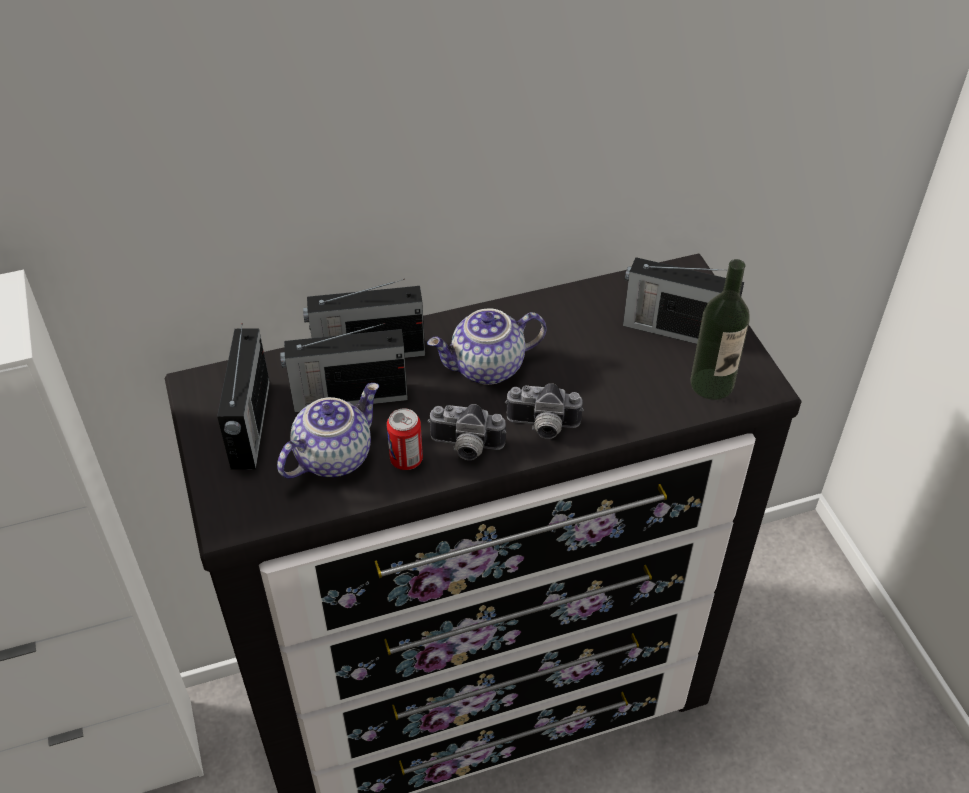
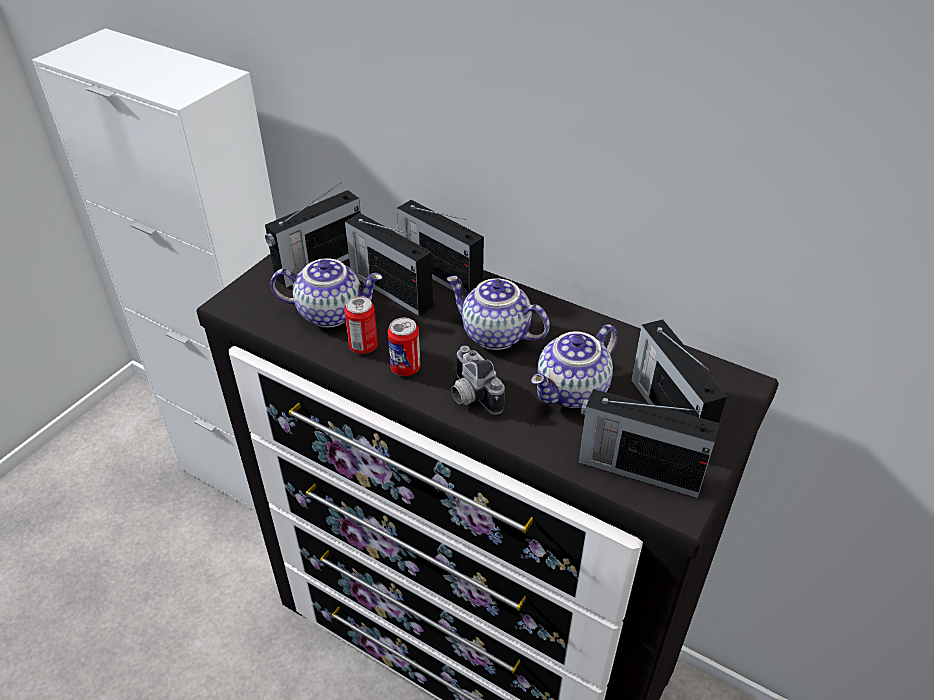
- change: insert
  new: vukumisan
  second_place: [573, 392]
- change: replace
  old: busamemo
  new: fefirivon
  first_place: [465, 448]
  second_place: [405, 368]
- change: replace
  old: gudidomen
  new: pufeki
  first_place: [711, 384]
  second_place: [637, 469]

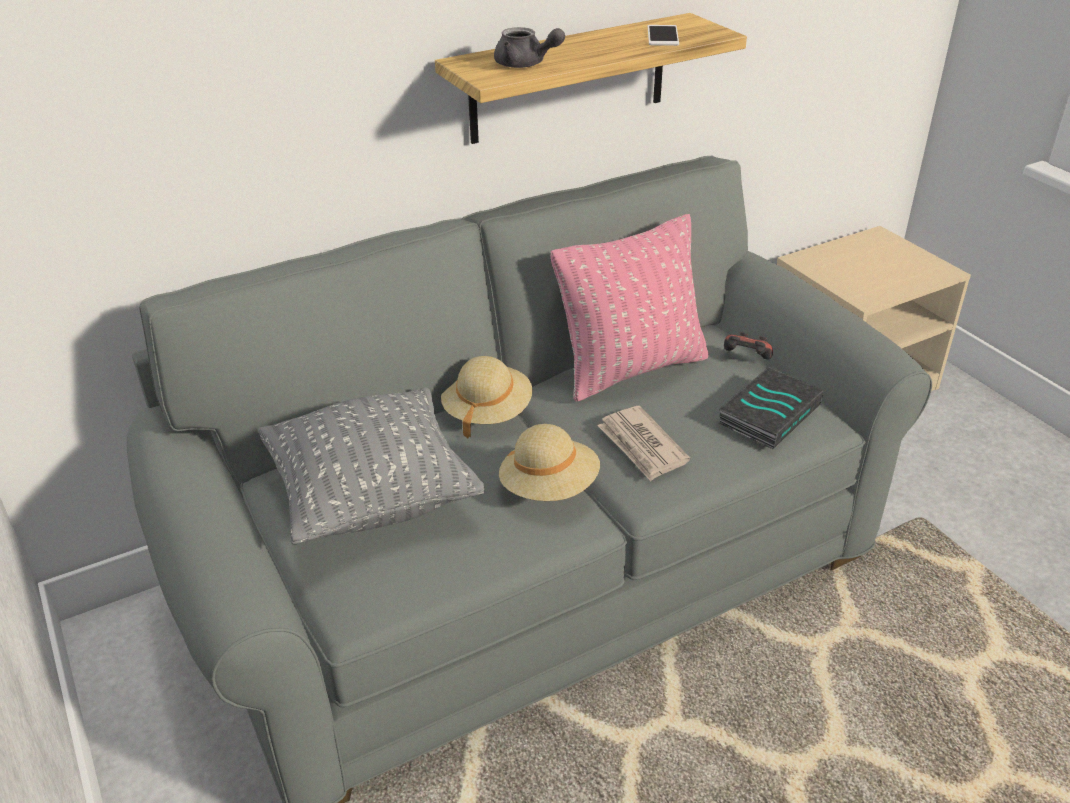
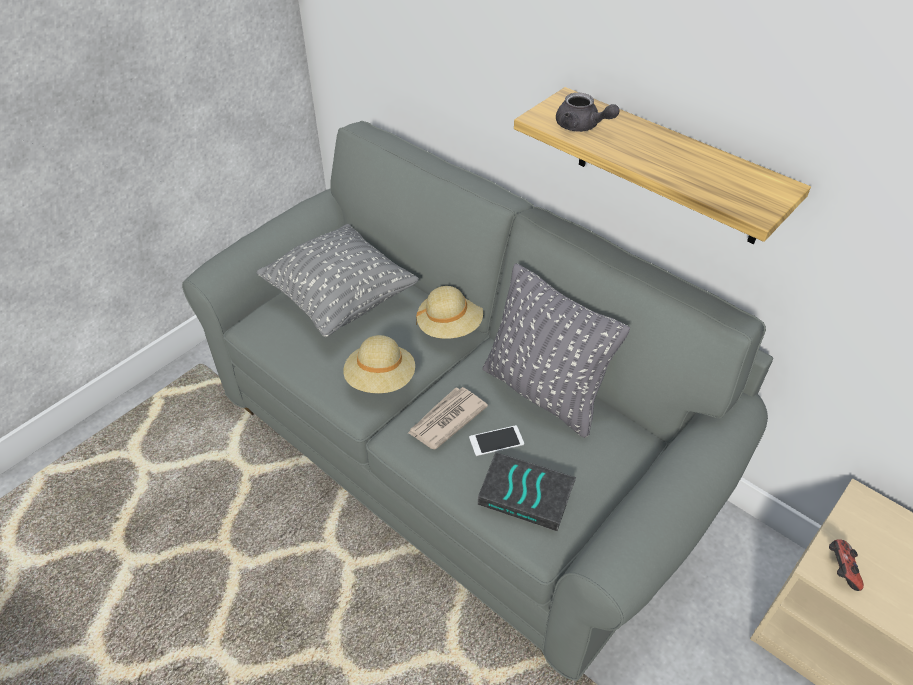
- change: move
  old: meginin
  first_place: [662, 36]
  second_place: [496, 441]
- change: move
  old: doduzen
  first_place: [745, 359]
  second_place: [840, 570]
- change: recolor
  old: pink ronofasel
  new: grey ronofasel
  first_place: [631, 369]
  second_place: [544, 392]
- change: rotate
  old: grey vukumisan
  first_place: [525, 65]
  second_place: [581, 126]
  degrees: -60

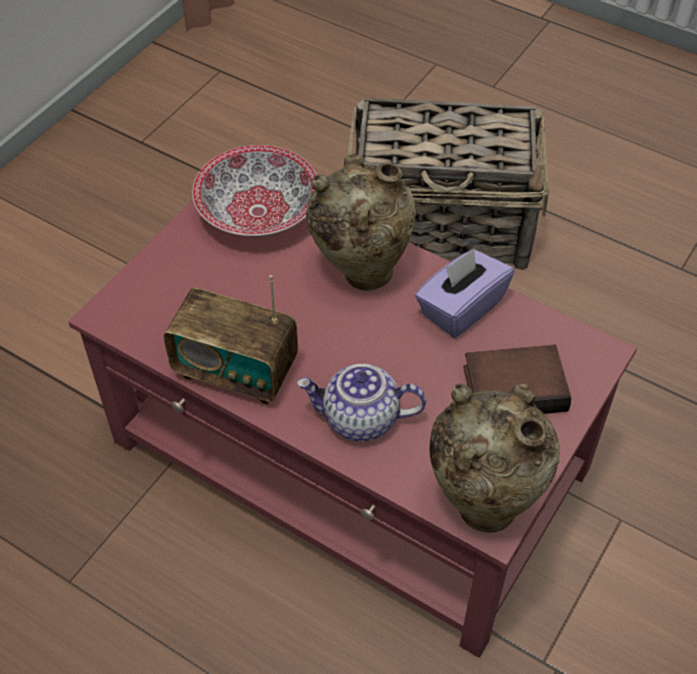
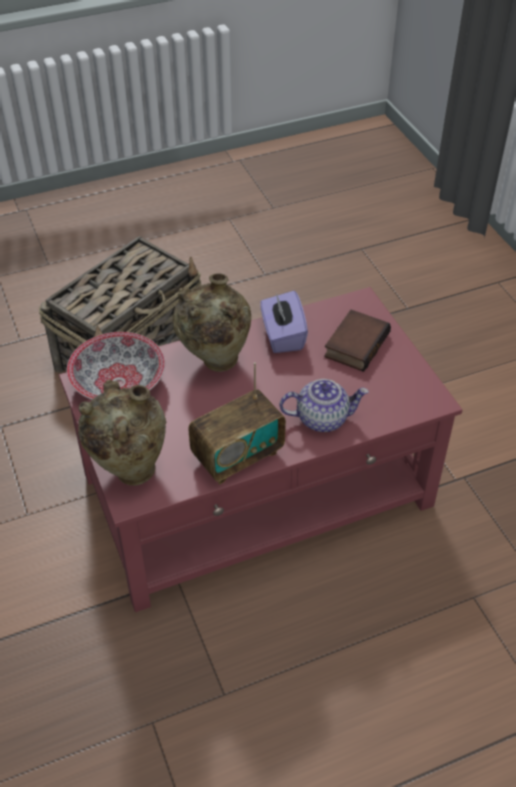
- change: move
  old: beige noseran
  first_place: [483, 501]
  second_place: [129, 469]
- change: rotate
  old: vukumisan
  first_place: [360, 419]
  second_place: [322, 418]
  degrees: -135

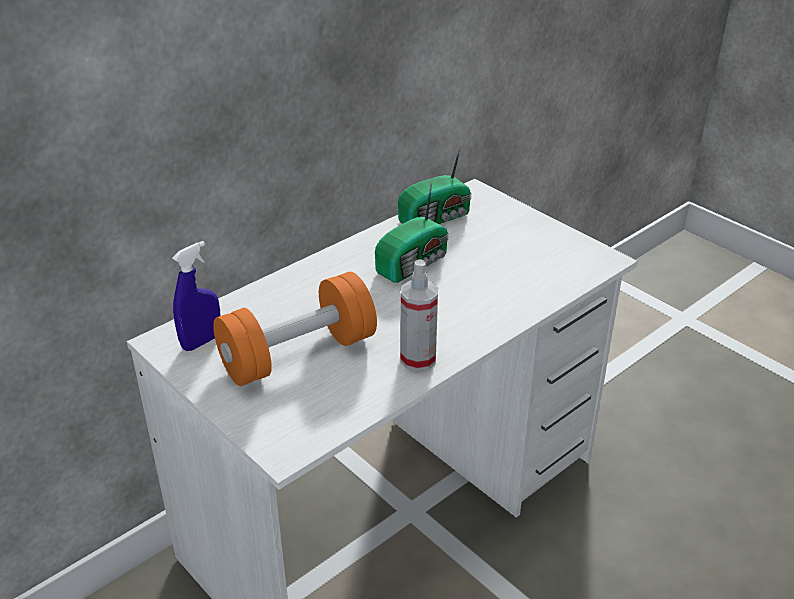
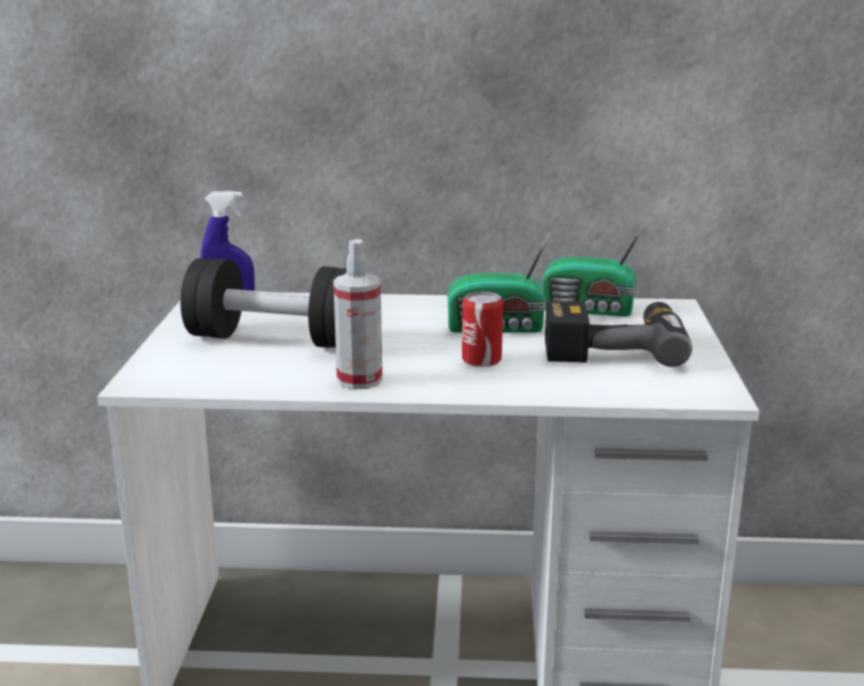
- change: insert
  new: fefirivon
  second_place: [481, 360]
- change: insert
  new: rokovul
  second_place: [612, 347]
- change: recolor
  old: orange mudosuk
  new: black mudosuk
  first_place: [298, 354]
  second_place: [276, 340]

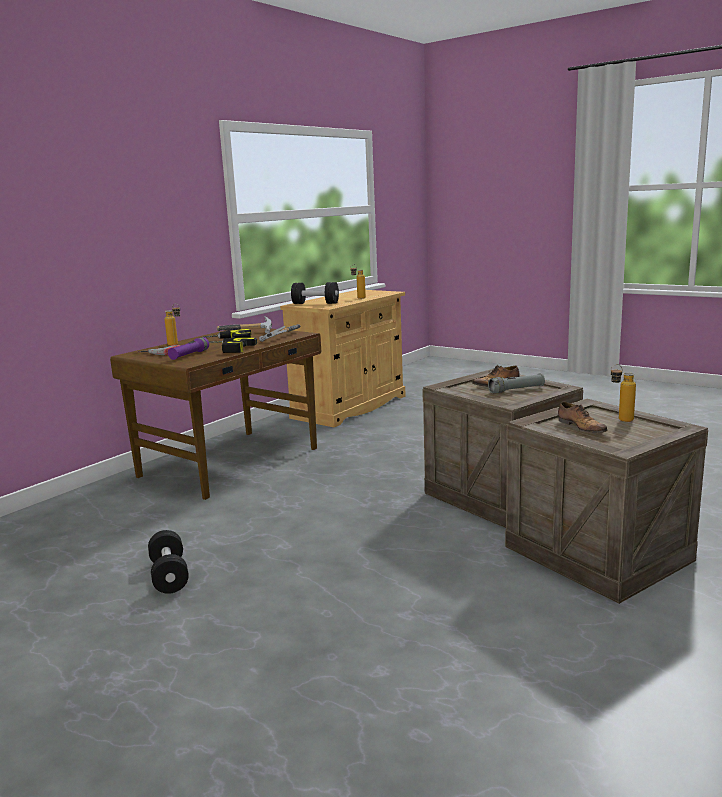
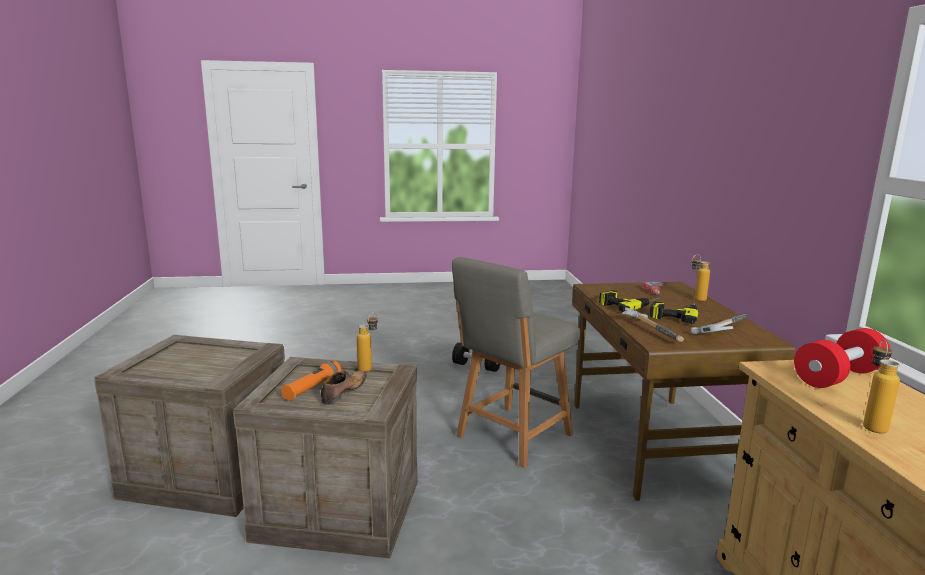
- change: delete
  old: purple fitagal
  first_place: [189, 355]
- change: delete
  old: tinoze
  first_place: [581, 428]
- change: insert
  new: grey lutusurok
  second_place: [512, 437]
- change: move
  old: gudidomen
  first_place: [620, 420]
  second_place: [369, 367]
- change: recolor
  old: black mudosuk
  new: red mudosuk
  first_place: [315, 303]
  second_place: [838, 377]
- change: recolor
  old: grey fitagal
  new: orange fitagal
  first_place: [516, 390]
  second_place: [312, 388]

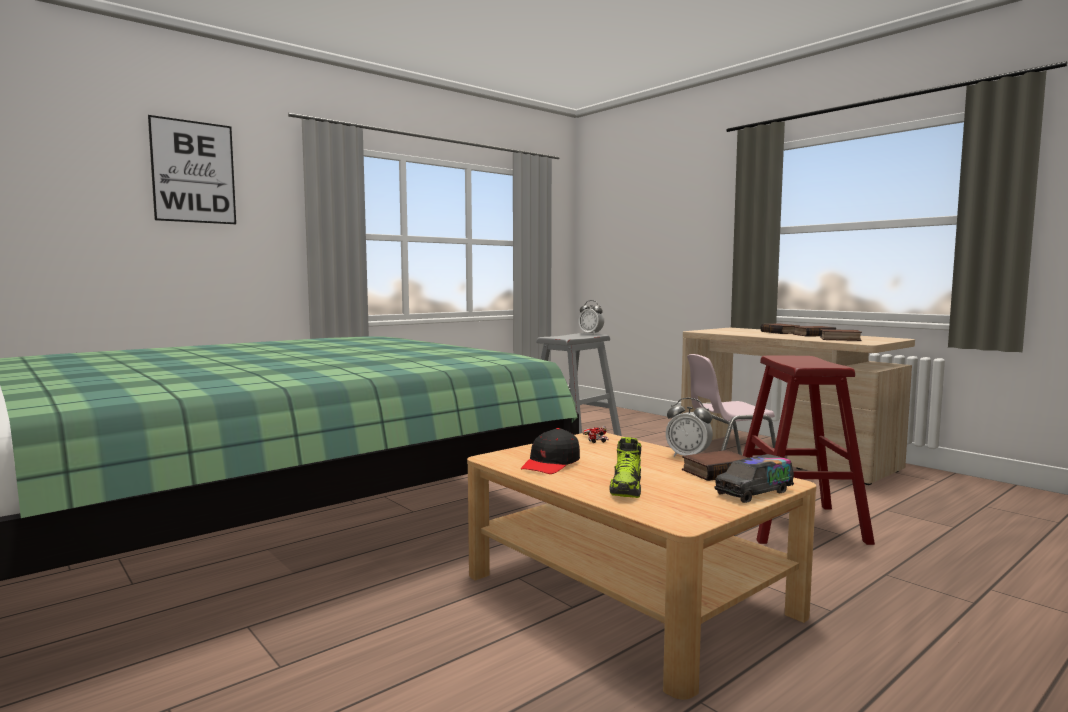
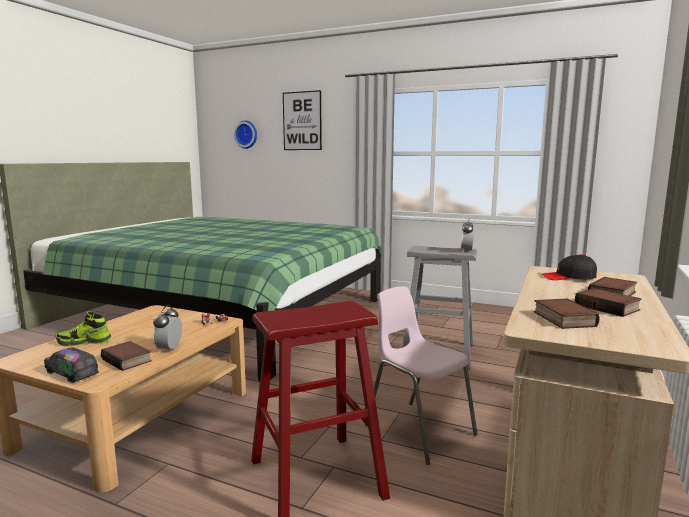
- change: insert
  new: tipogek
  second_place: [247, 134]
- change: move
  old: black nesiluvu
  first_place: [551, 464]
  second_place: [569, 277]

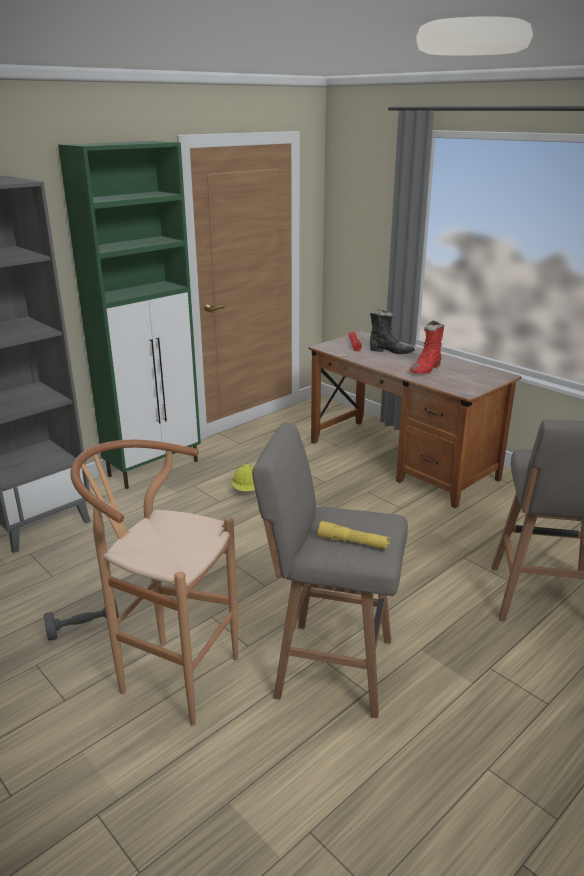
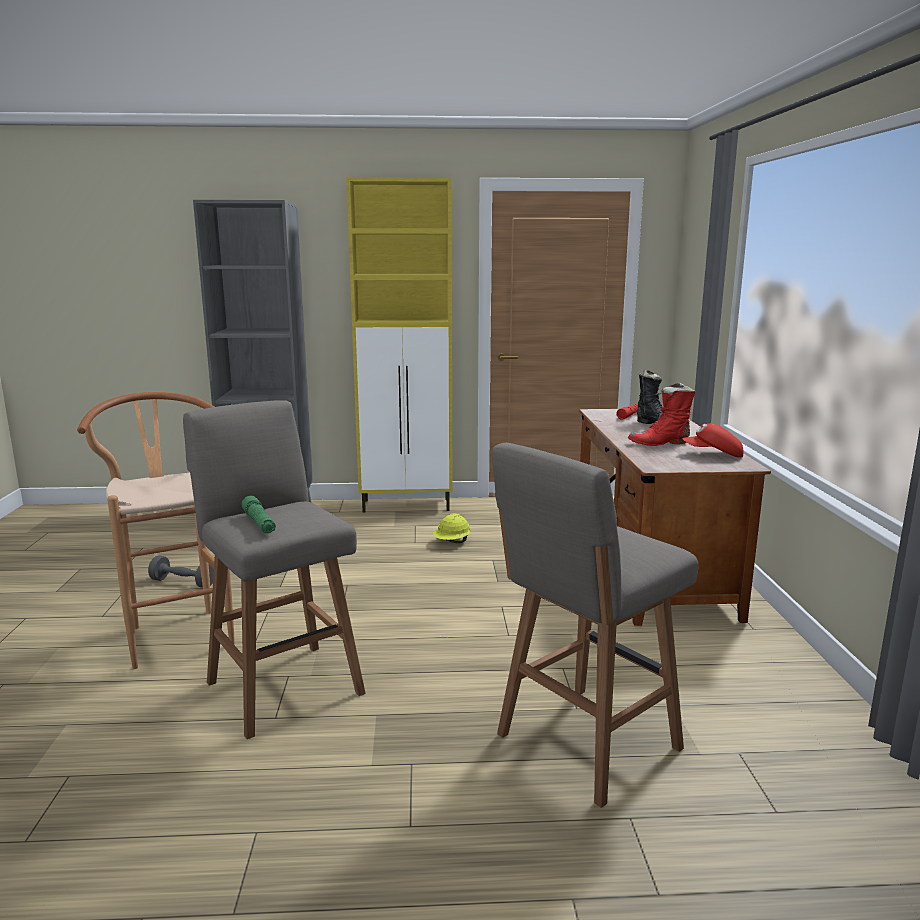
- change: insert
  new: red nesiluvu
  second_place: [713, 455]
- change: recolor
  old: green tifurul
  new: yellow tifurul
  first_place: [155, 468]
  second_place: [407, 505]
- change: recolor
  old: yellow fitagal
  new: green fitagal
  first_place: [353, 542]
  second_place: [259, 523]

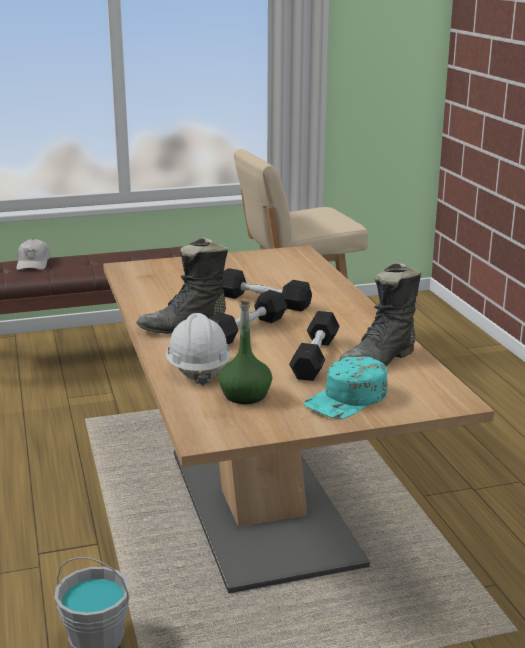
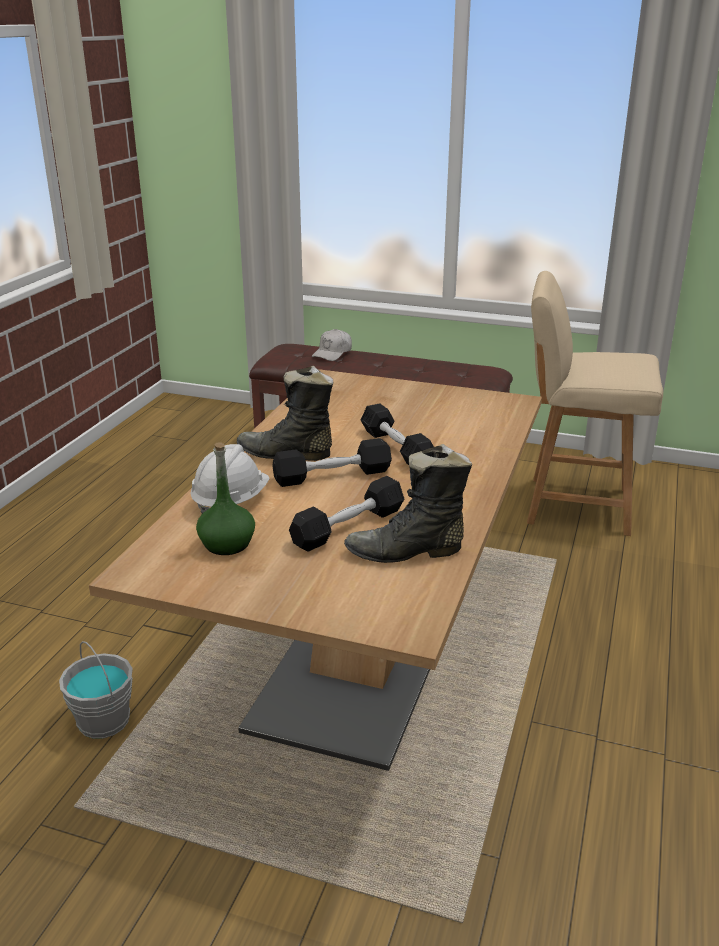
- change: delete
  old: turquoise nesiluvu
  first_place: [347, 399]

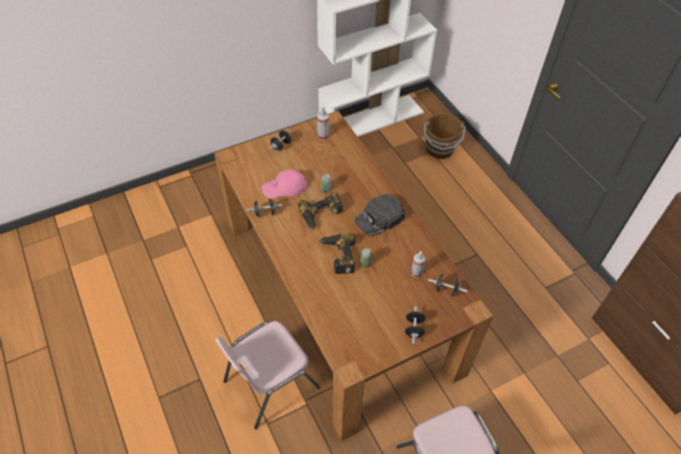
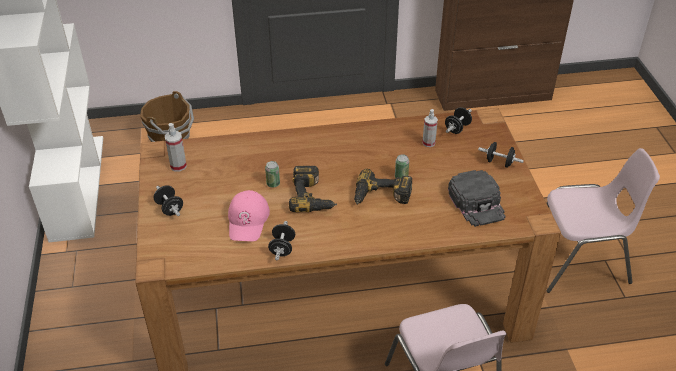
- change: move
  old: black nesiluvu
  first_place: [379, 218]
  second_place: [477, 203]

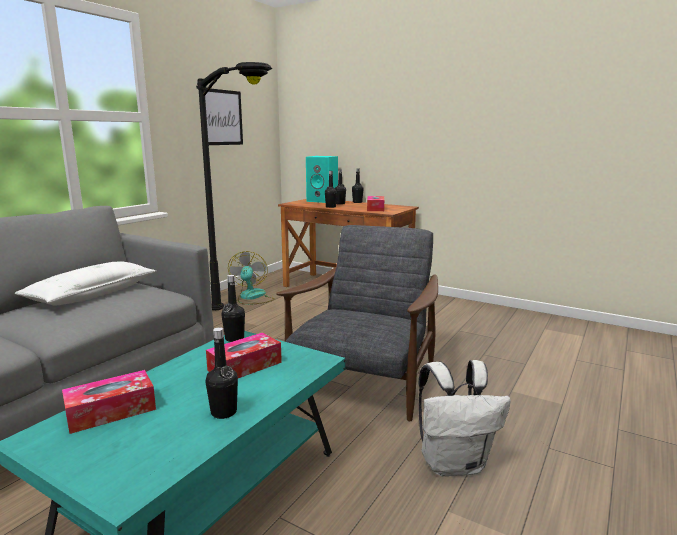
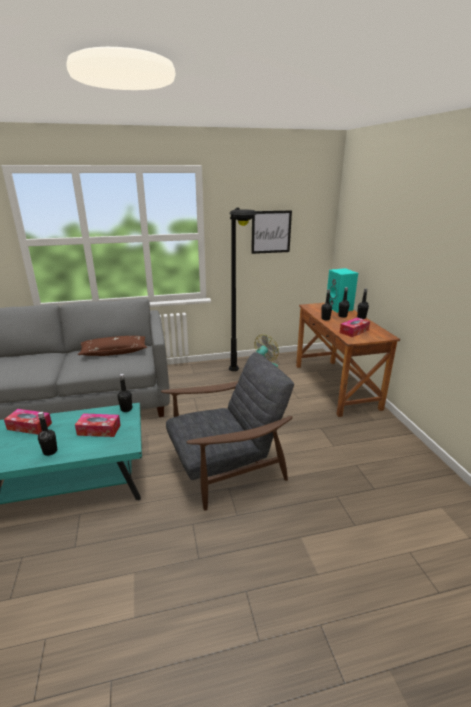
- change: delete
  old: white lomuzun
  first_place: [454, 463]
- change: recolor
  old: white ronofasel
  new: brown ronofasel
  first_place: [92, 294]
  second_place: [114, 352]

